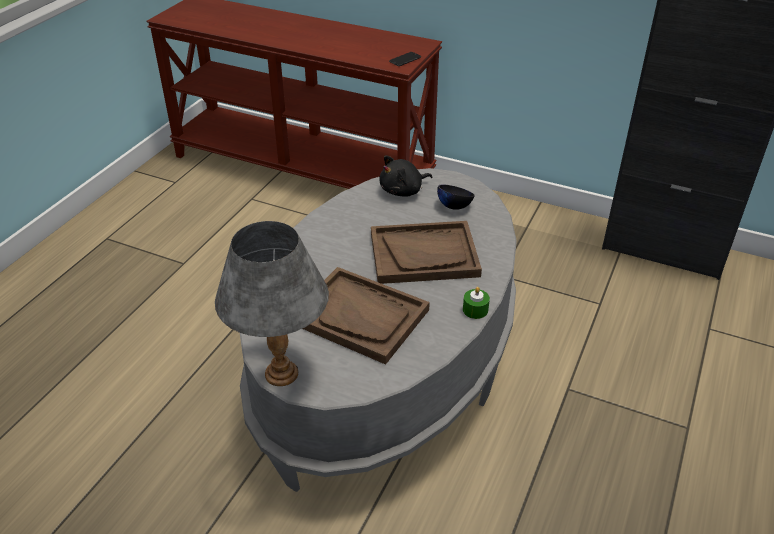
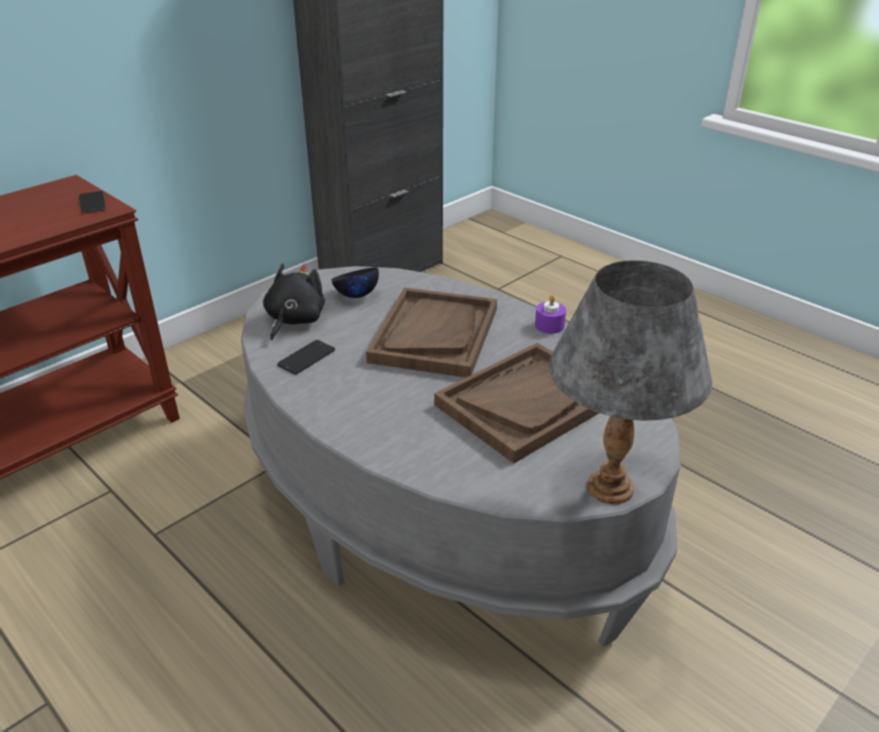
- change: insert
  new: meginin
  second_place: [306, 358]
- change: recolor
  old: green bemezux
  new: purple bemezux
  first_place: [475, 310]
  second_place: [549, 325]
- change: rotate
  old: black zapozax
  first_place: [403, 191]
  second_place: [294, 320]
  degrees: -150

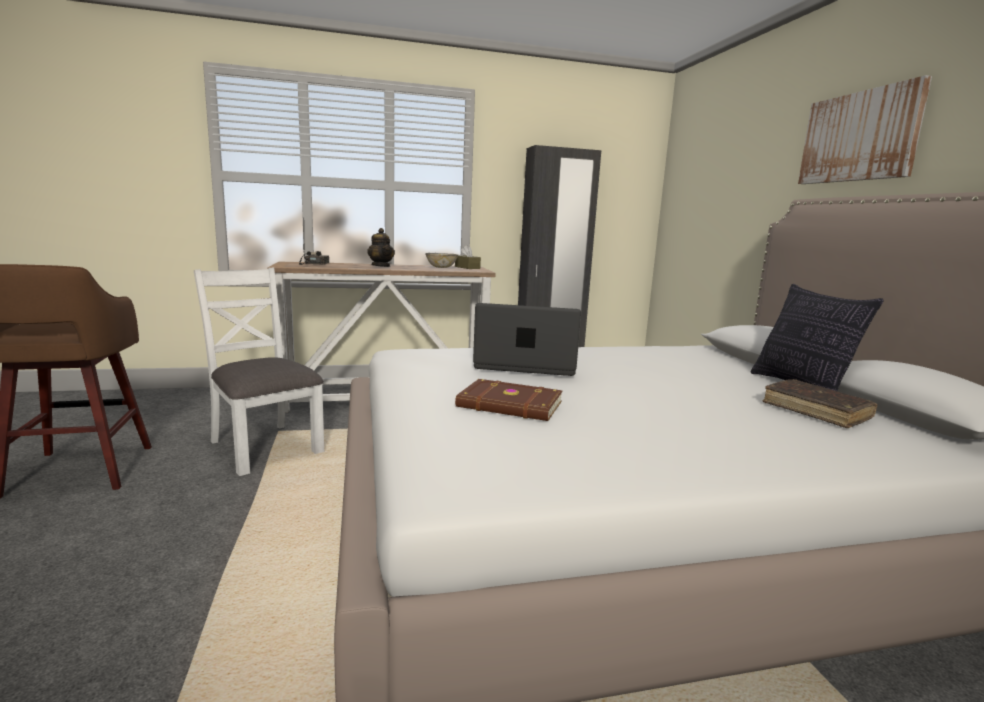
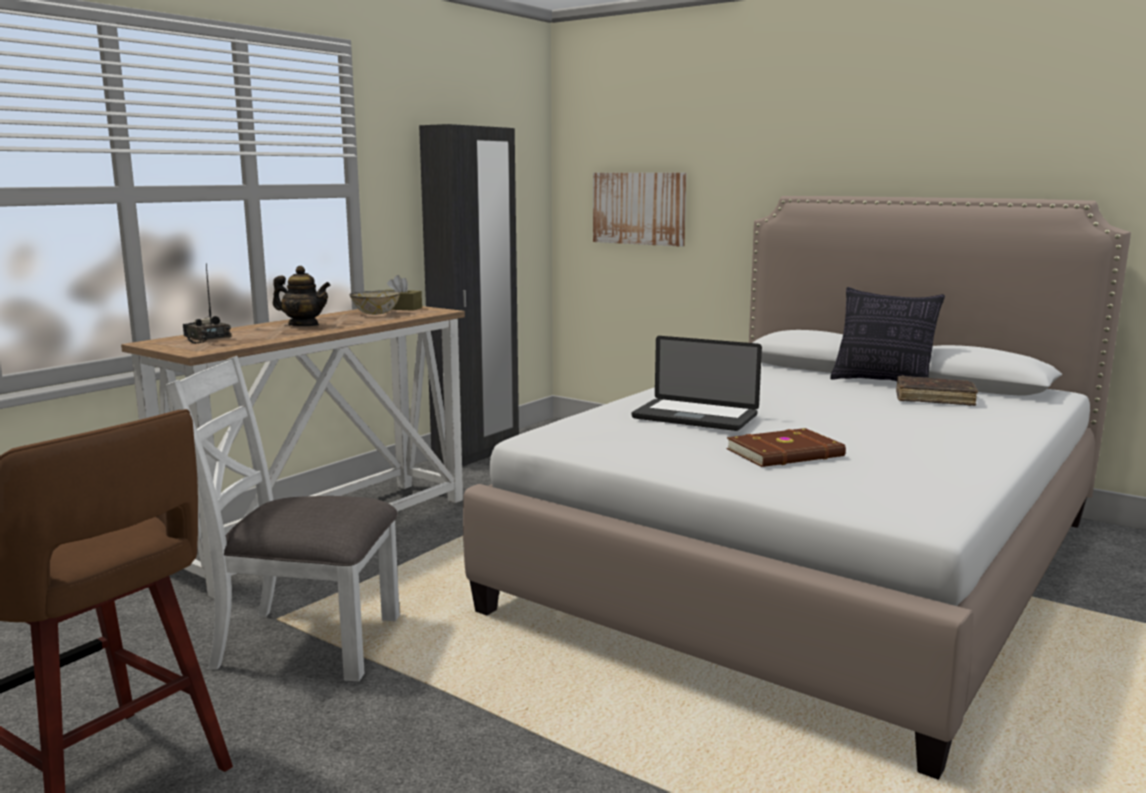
- change: move
  old: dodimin
  first_place: [859, 137]
  second_place: [639, 208]
- change: rotate
  old: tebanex
  first_place: [525, 365]
  second_place: [695, 417]
  degrees: -120

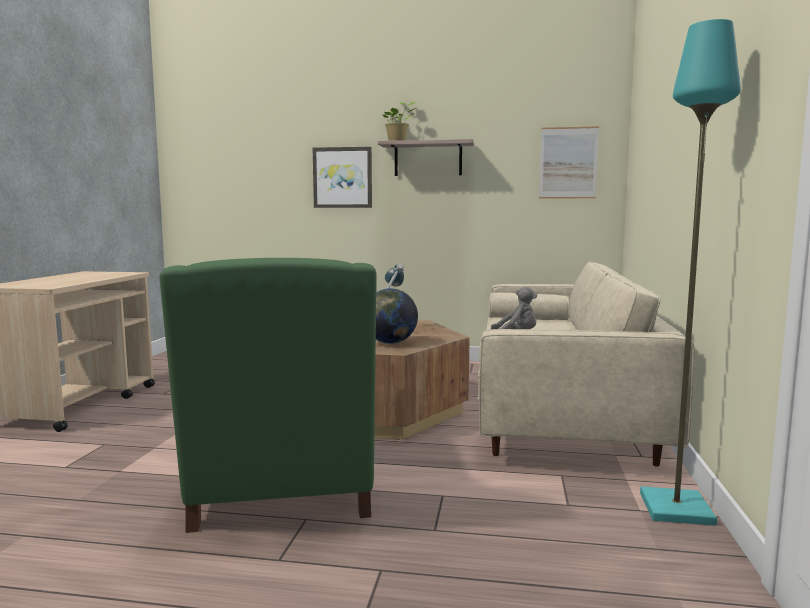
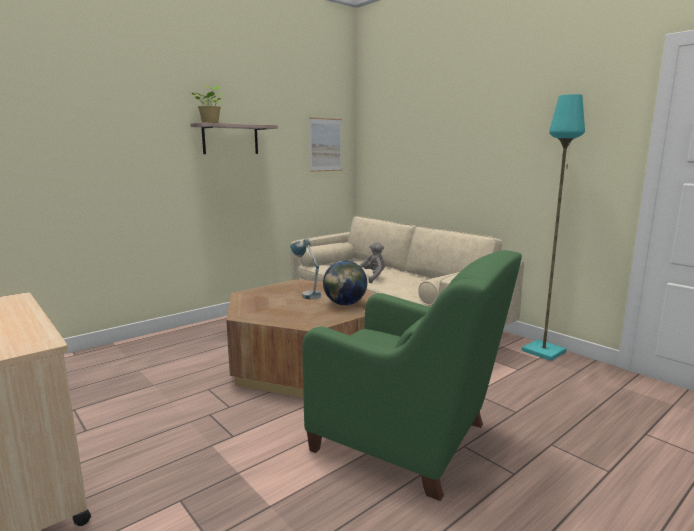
- change: delete
  old: dodimin
  first_place: [342, 177]

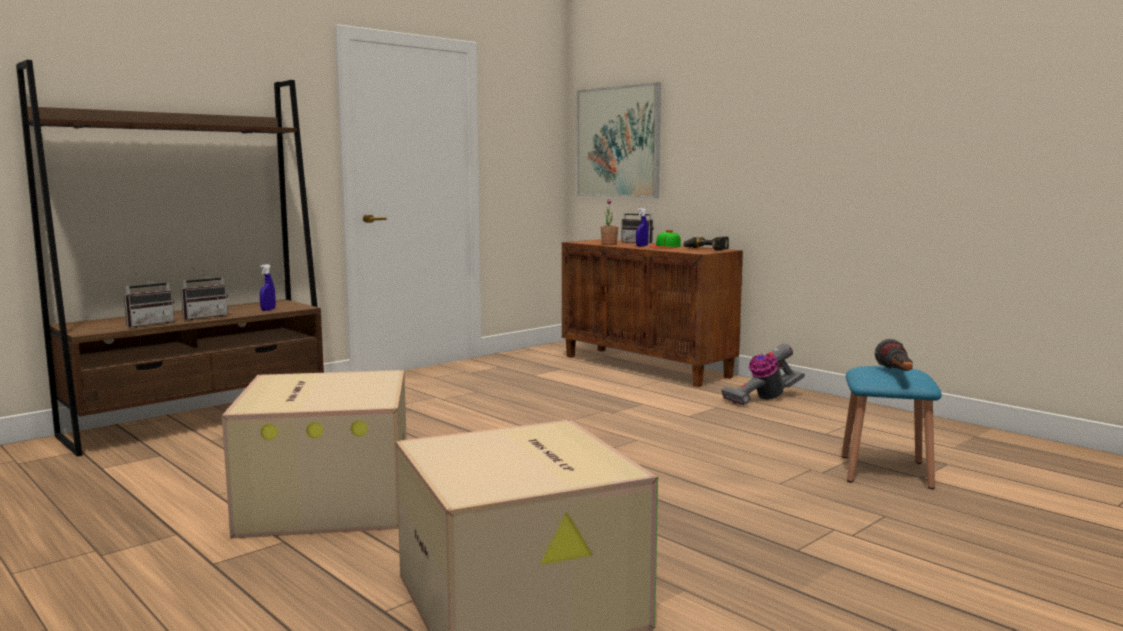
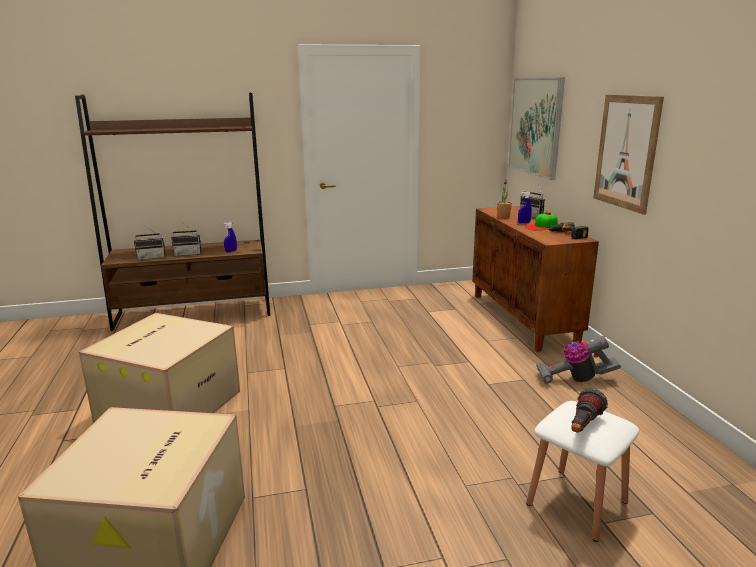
- change: insert
  new: dodimin
  second_place: [626, 152]
- change: recolor
  old: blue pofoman
  new: white pofoman
  first_place: [885, 471]
  second_place: [577, 502]

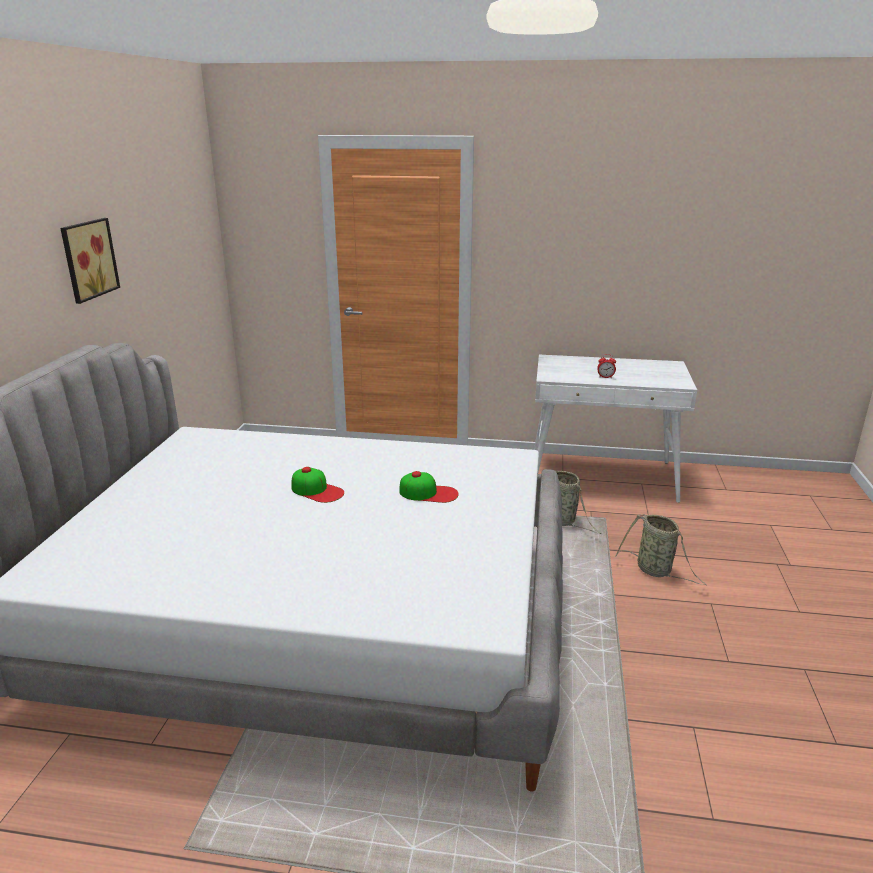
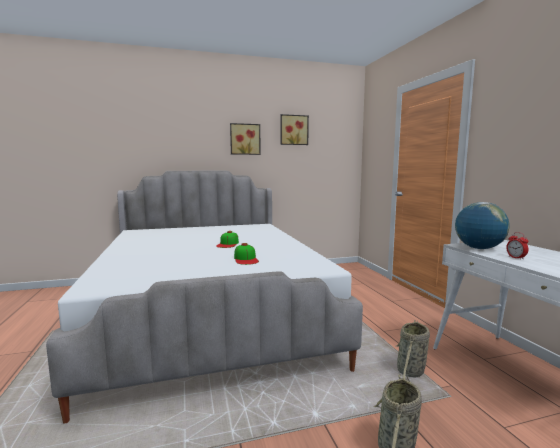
- change: insert
  new: dodimin
  second_place: [293, 130]
- change: insert
  new: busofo
  second_place: [479, 248]

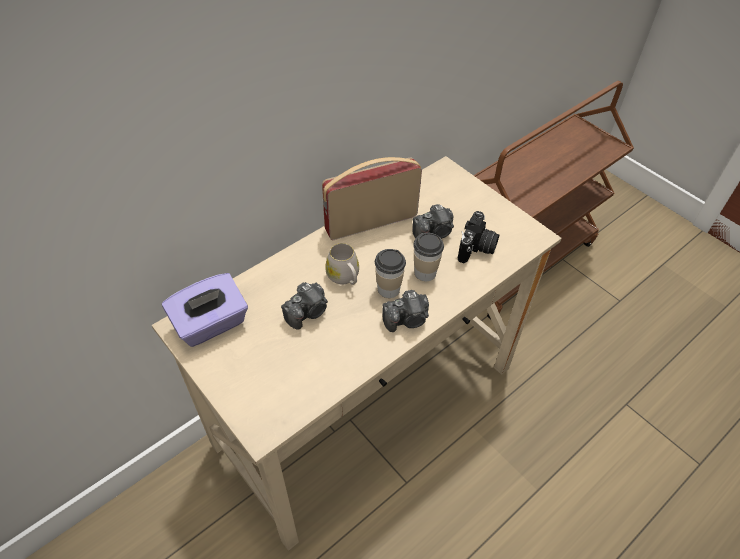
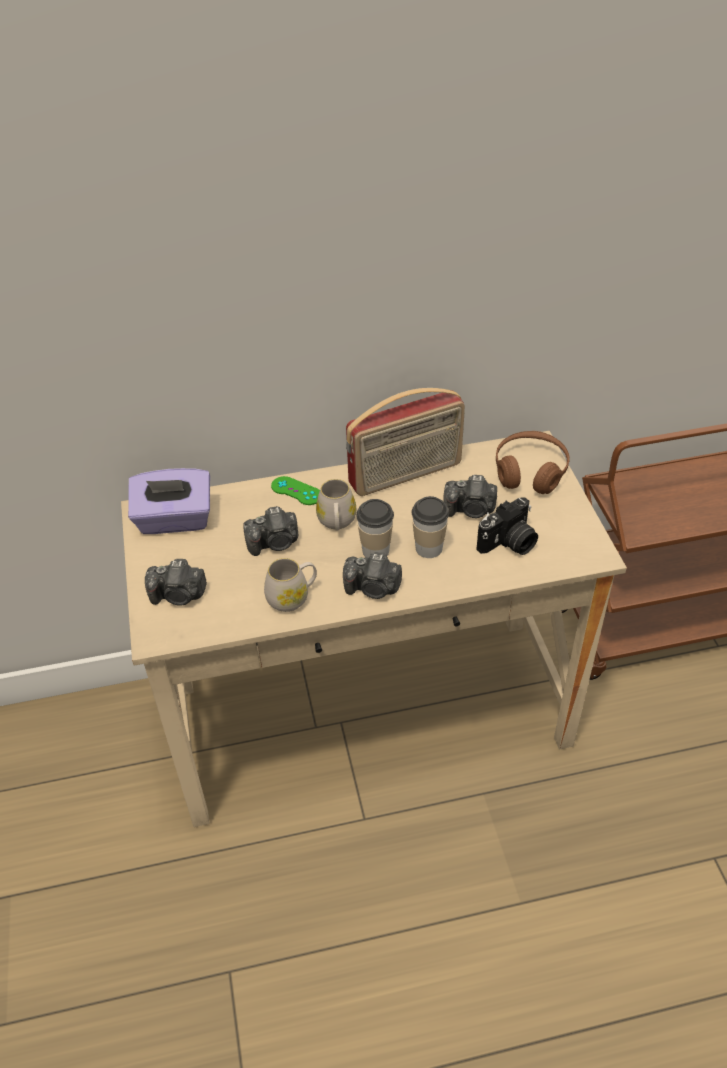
- change: insert
  new: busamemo
  second_place: [178, 595]
- change: insert
  new: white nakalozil
  second_place: [292, 597]
- change: insert
  new: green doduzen
  second_place: [296, 491]
- change: insert
  new: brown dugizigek
  second_place: [530, 471]
- change: rotate
  old: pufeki
  first_place: [370, 222]
  second_place: [406, 475]
  degrees: 150

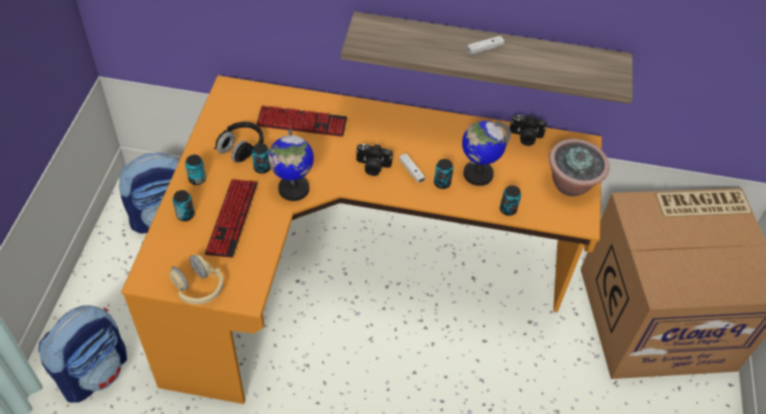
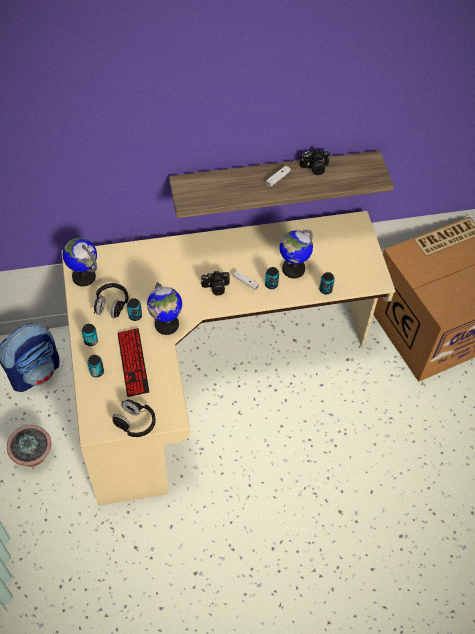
- change: delete
  old: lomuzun
  first_place: [94, 372]
- change: delete
  old: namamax
  first_place: [302, 122]
- change: insert
  new: busofo
  second_place: [84, 276]
- change: move
  old: busamemo
  first_place: [525, 137]
  second_place: [314, 168]
- change: move
  old: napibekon
  first_place: [571, 184]
  second_place: [33, 455]
- change: recolor
  old: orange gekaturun
  new: beige gekaturun
  first_place: [352, 278]
  second_place: [206, 371]
- change: recolor
  old: beige dugizigek
  new: black dugizigek
  first_place: [198, 287]
  second_place: [135, 423]

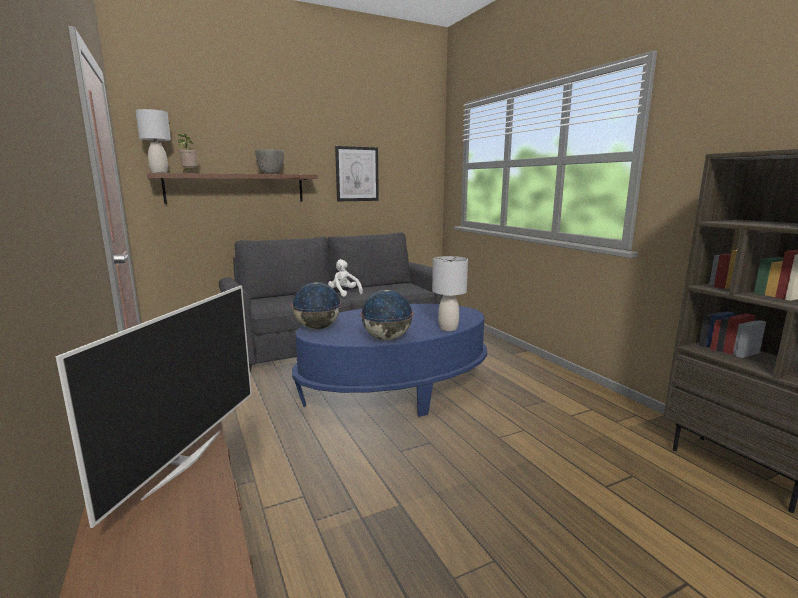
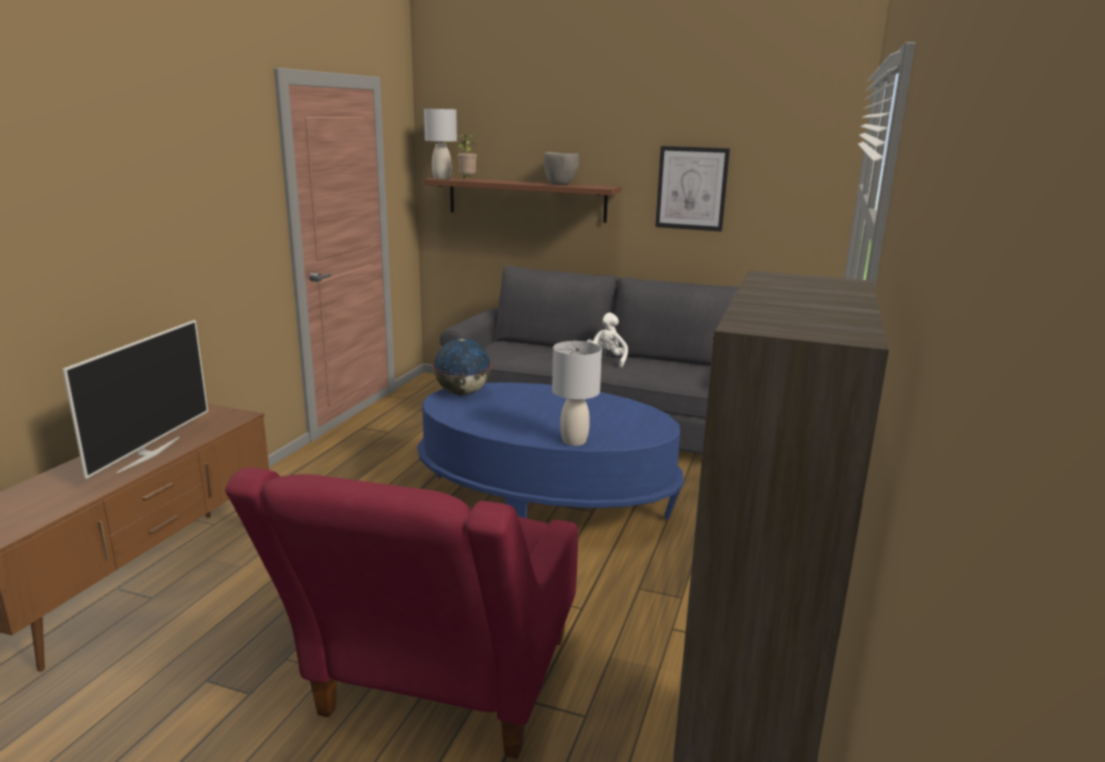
- change: delete
  old: busofo
  first_place: [386, 338]
- change: insert
  new: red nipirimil
  second_place: [439, 691]
- change: rotate
  old: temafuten
  first_place: [183, 461]
  second_place: [148, 454]
  degrees: -45

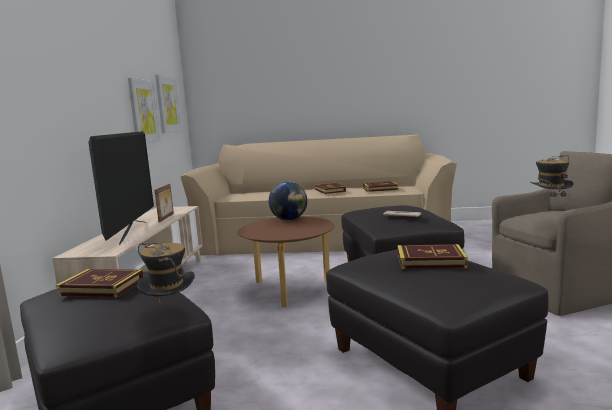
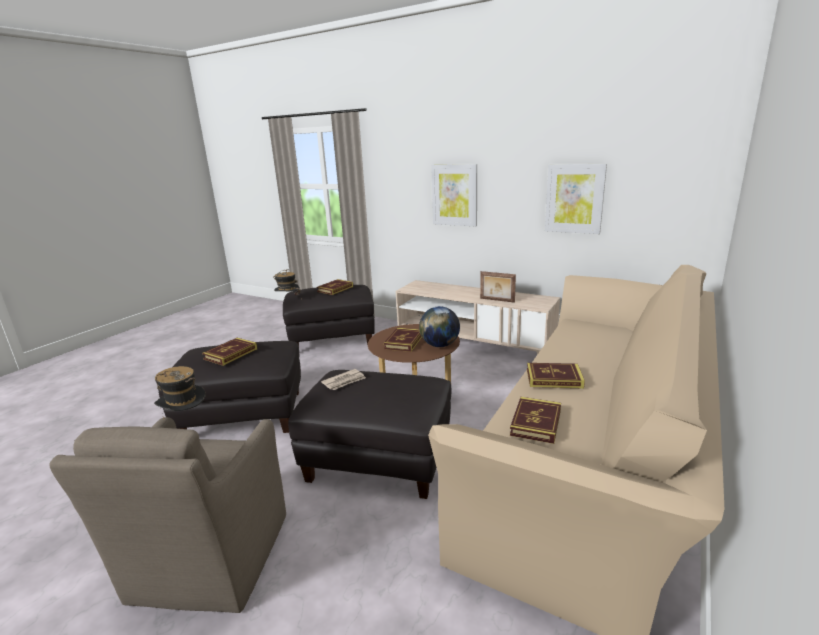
- change: delete
  old: temafuten
  first_place: [133, 232]
- change: insert
  new: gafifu
  second_place: [404, 342]
- change: move
  old: dodimin
  first_place: [167, 104]
  second_place: [454, 195]

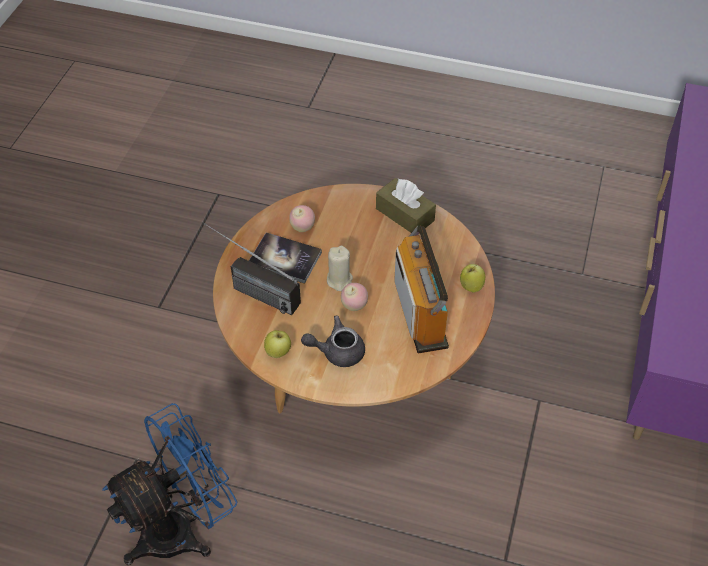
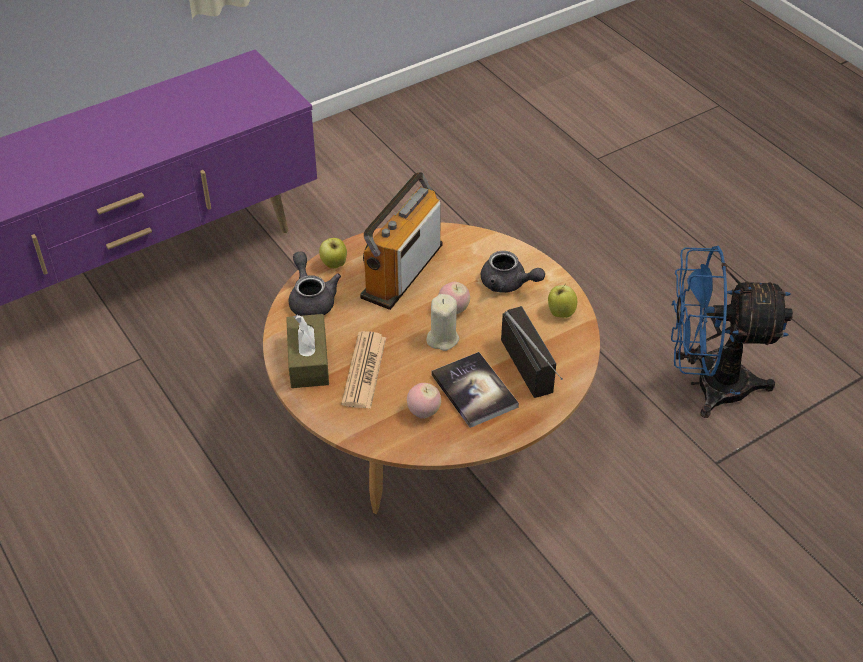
- change: insert
  new: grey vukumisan
  second_place: [311, 299]
- change: insert
  new: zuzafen
  second_place: [364, 371]

